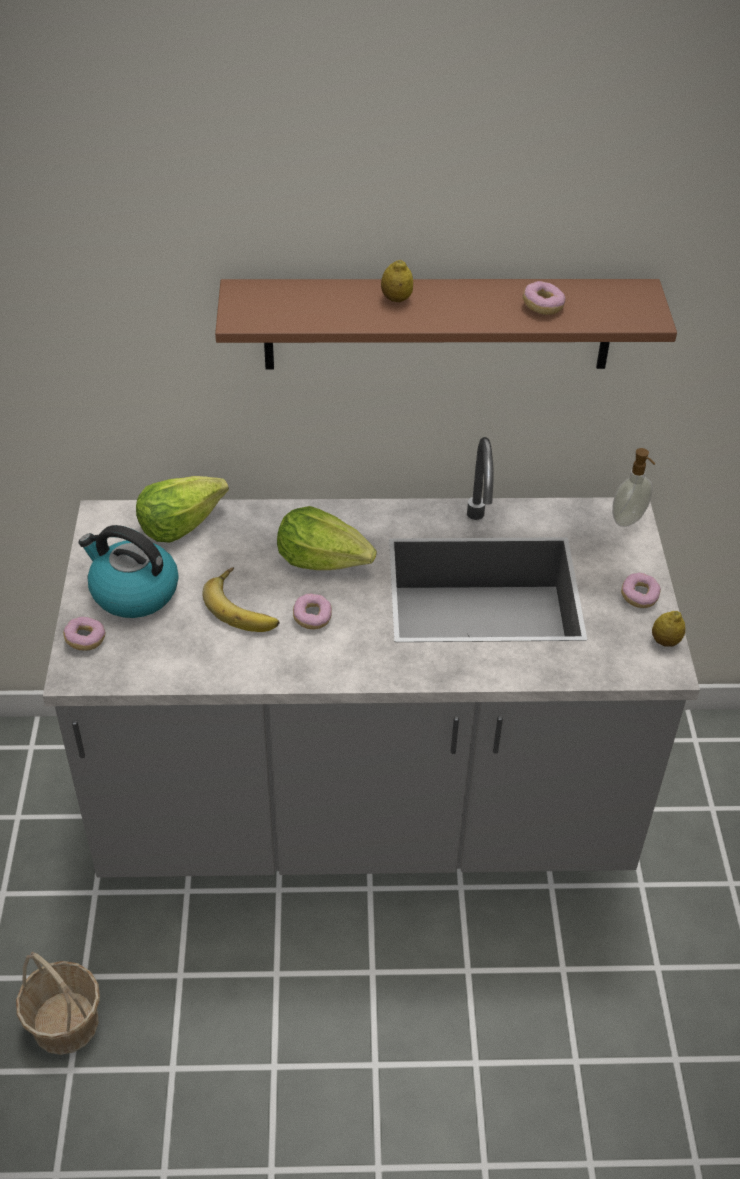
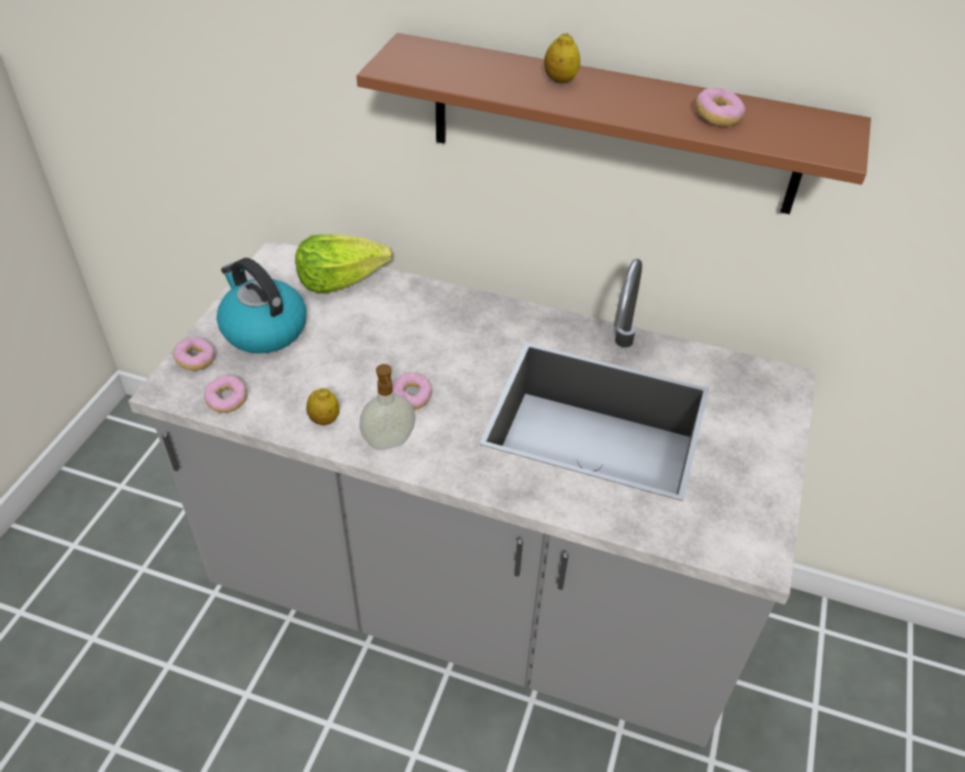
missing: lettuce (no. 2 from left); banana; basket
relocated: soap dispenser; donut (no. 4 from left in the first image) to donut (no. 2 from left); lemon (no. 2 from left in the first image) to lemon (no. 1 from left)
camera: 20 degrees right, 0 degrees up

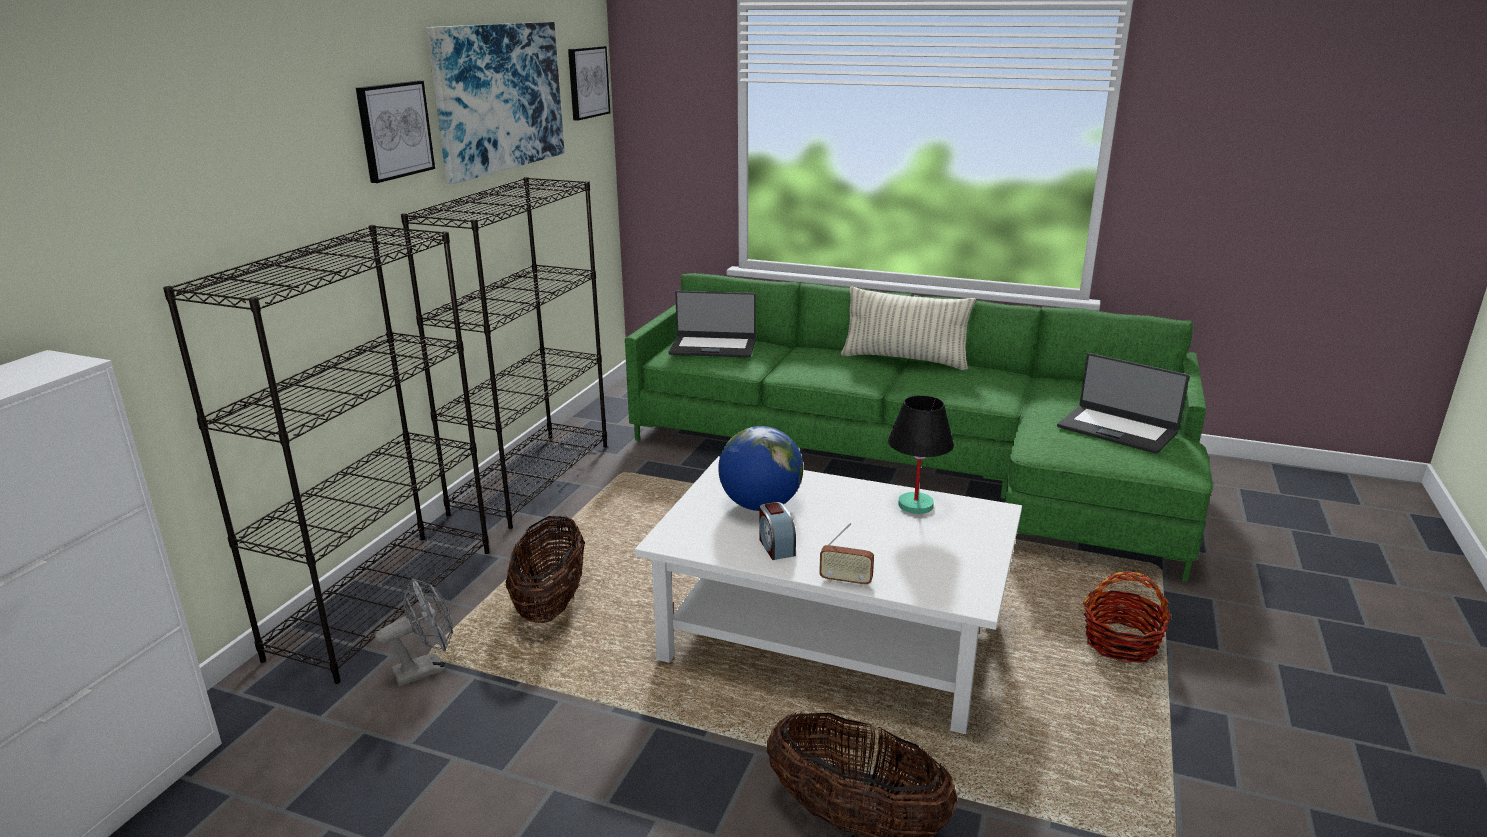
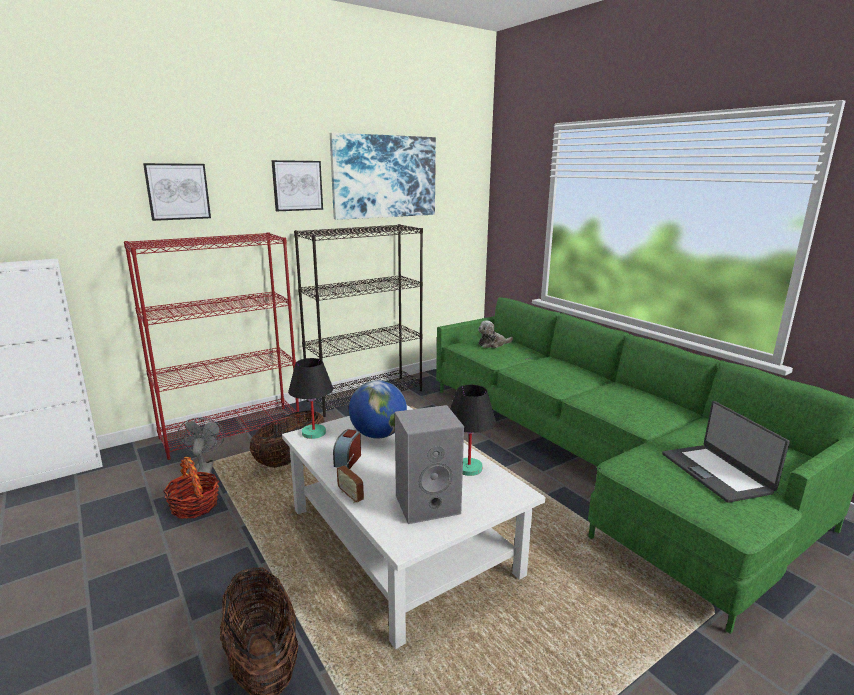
missing: pillow
appeared: table lamp in black (no. 1 from left); speaker in grey
relocated: picture (no. 3 from left in the first image) to picture (no. 1 from left); basket (no. 3 from left in the first image) to basket (no. 1 from left)
exchanged: laptop (no. 1 from left) to plush toy
colour: bookcase in black (no. 1 from left) to bookcase in red
spun: fan in grey 105 degrees counterclockwise
camera: 35 degrees right, 5 degrees down

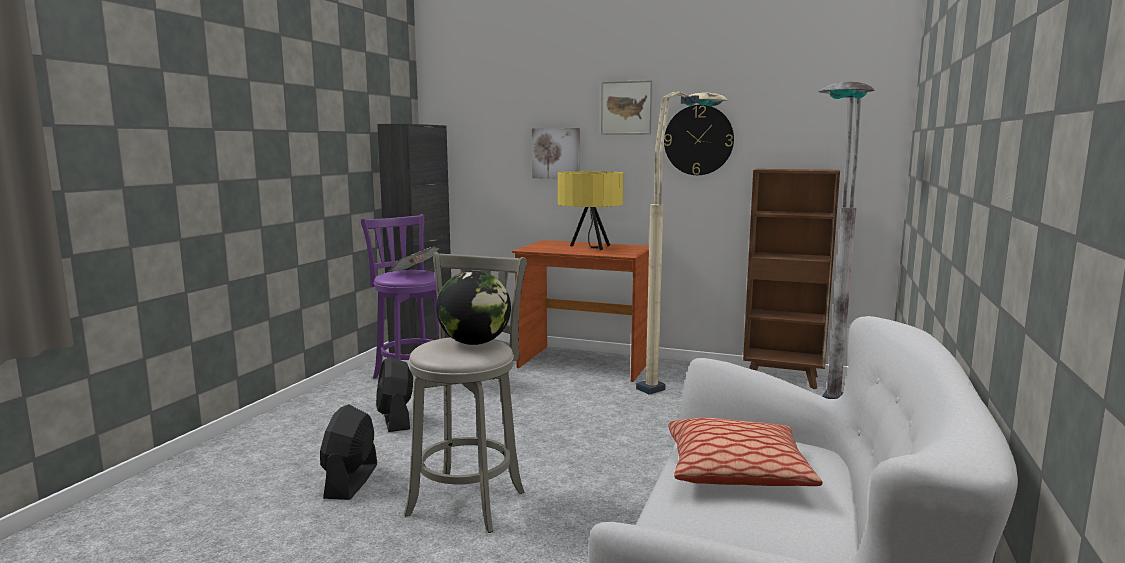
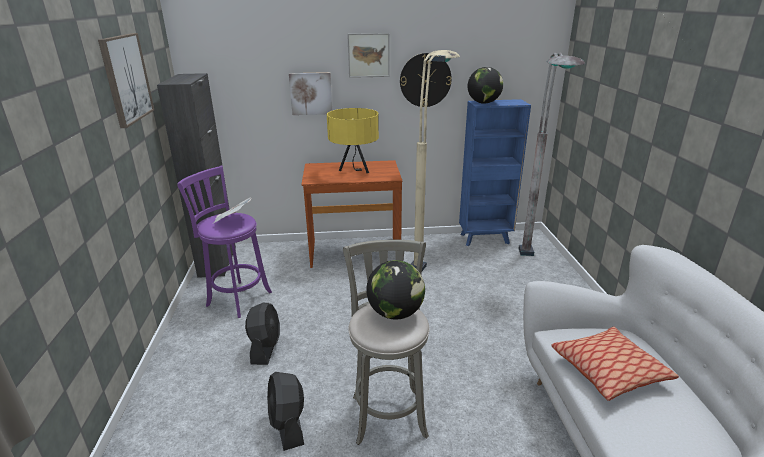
appeared: picture (no. 1 from left); globe (no. 2 from left)
colour: bookcase in brown to bookcase in blue
spun: fan in black (no. 2 from left in the first image) 135 degrees counterclockwise
camera: 25 degrees left, 15 degrees up

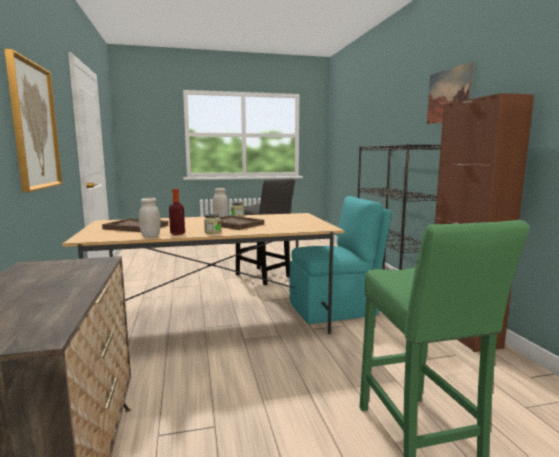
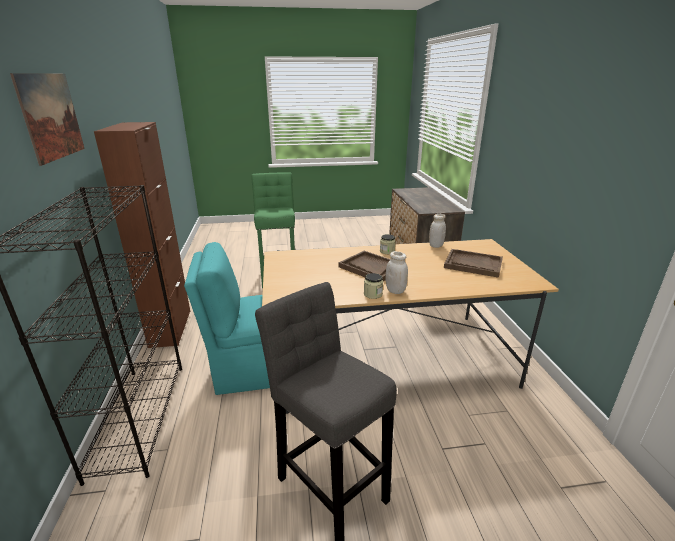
missing: picture (no. 1 from left); bottle
camera: 175 degrees left, 15 degrees up

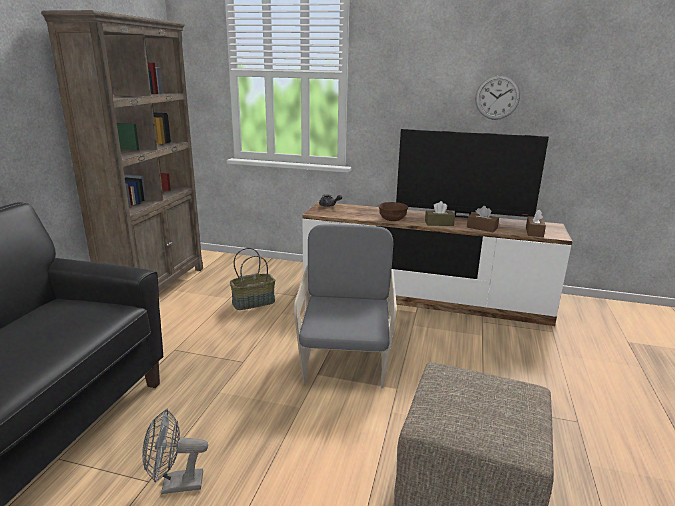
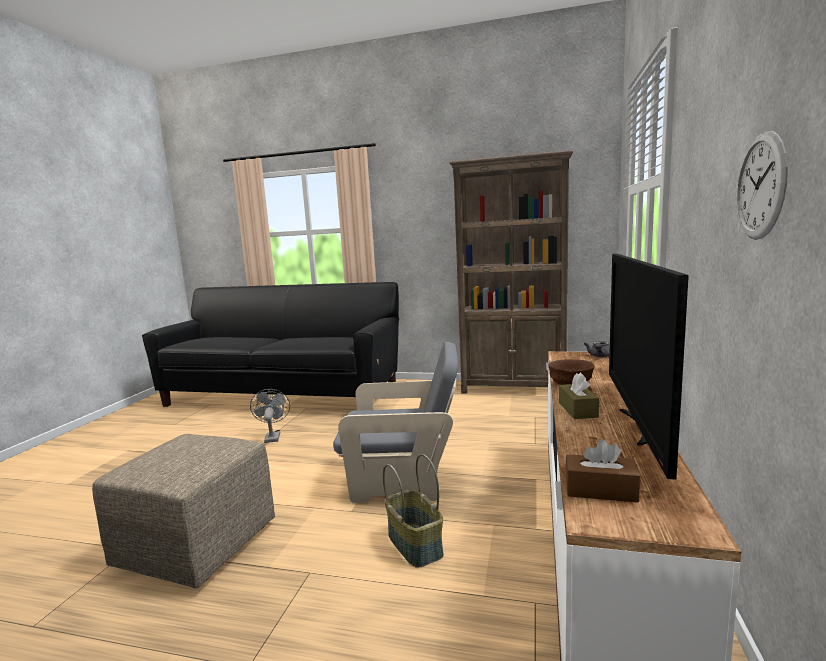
missing: tissue box in brown (no. 2 from left)
relocated: basket
camera: 90 degrees right, 10 degrees down

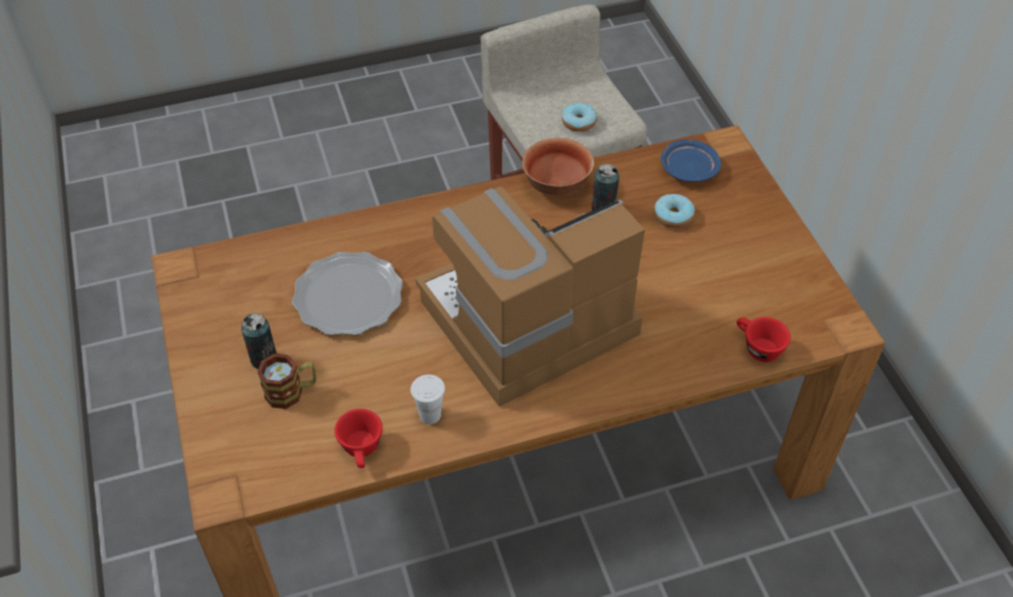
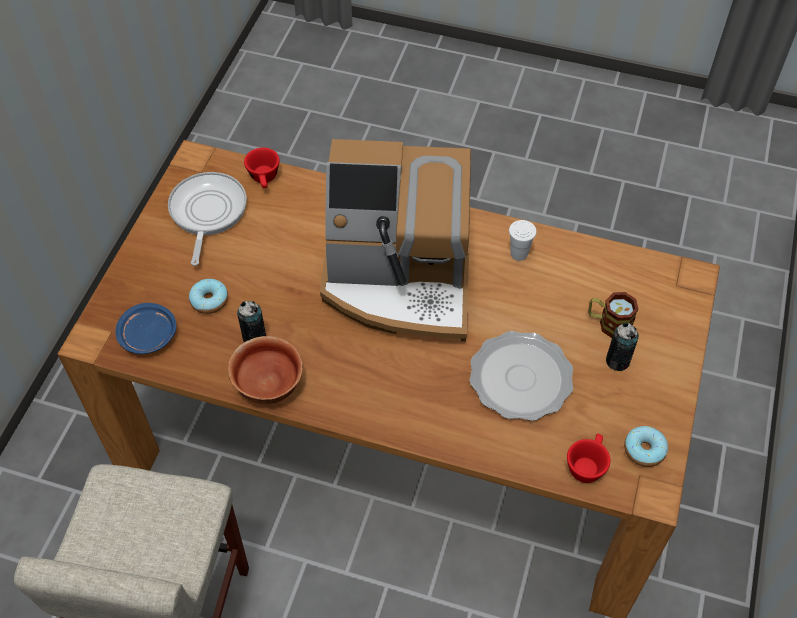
appeared: frying pan
relocated: donut (no. 1 from left in the first image) to donut (no. 2 from left); cup in red (no. 1 from left in the first image) to cup in red (no. 2 from left)
camera: 145 degrees left, 5 degrees up

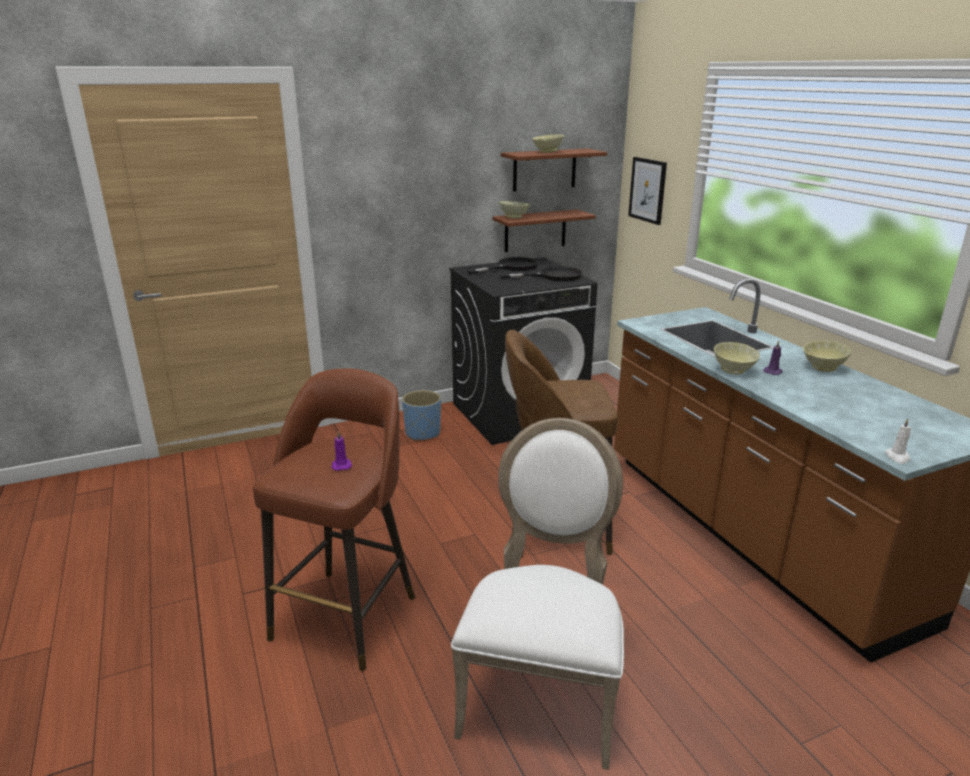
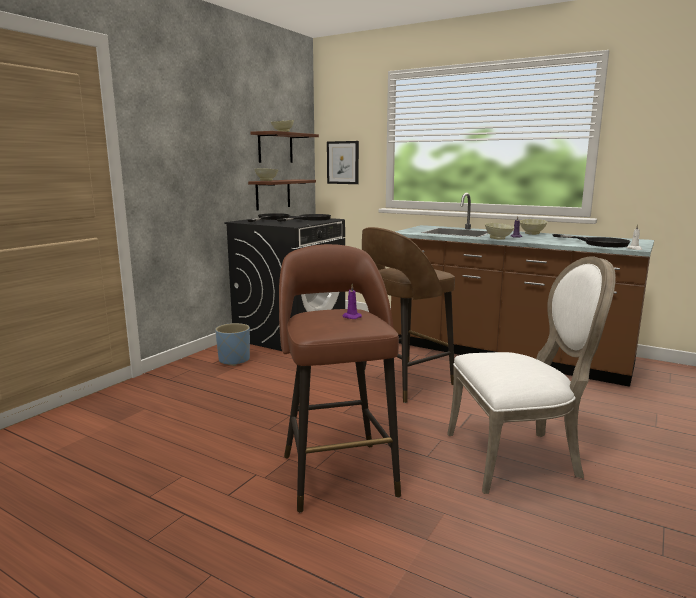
appeared: frying pan in black (no. 3 from left)
spun: chair in white 105 degrees clockwise
camera: 35 degrees left, 10 degrees down

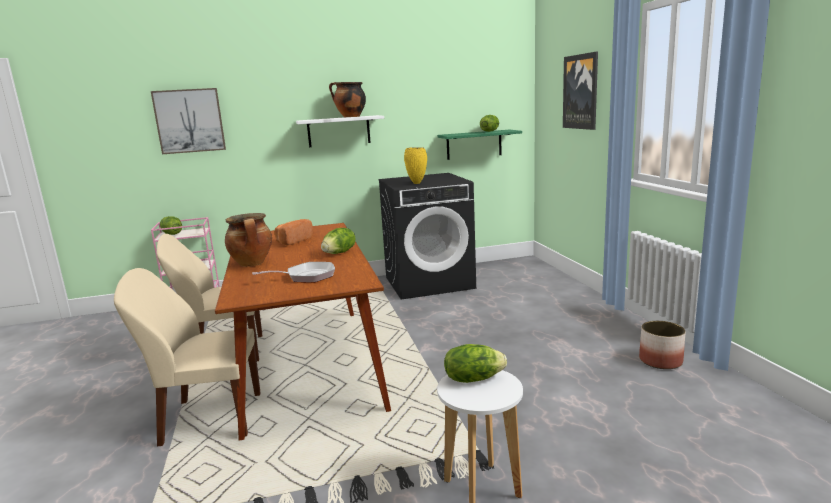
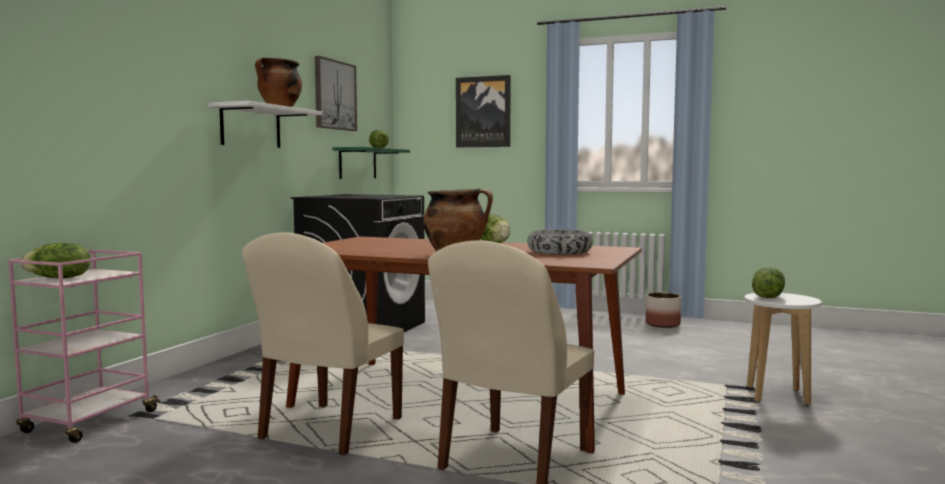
missing: vase in yellow; bread
relocated: picture (no. 1 from left)
exchanged: frying pan to bowl
camera: 55 degrees left, 10 degrees down

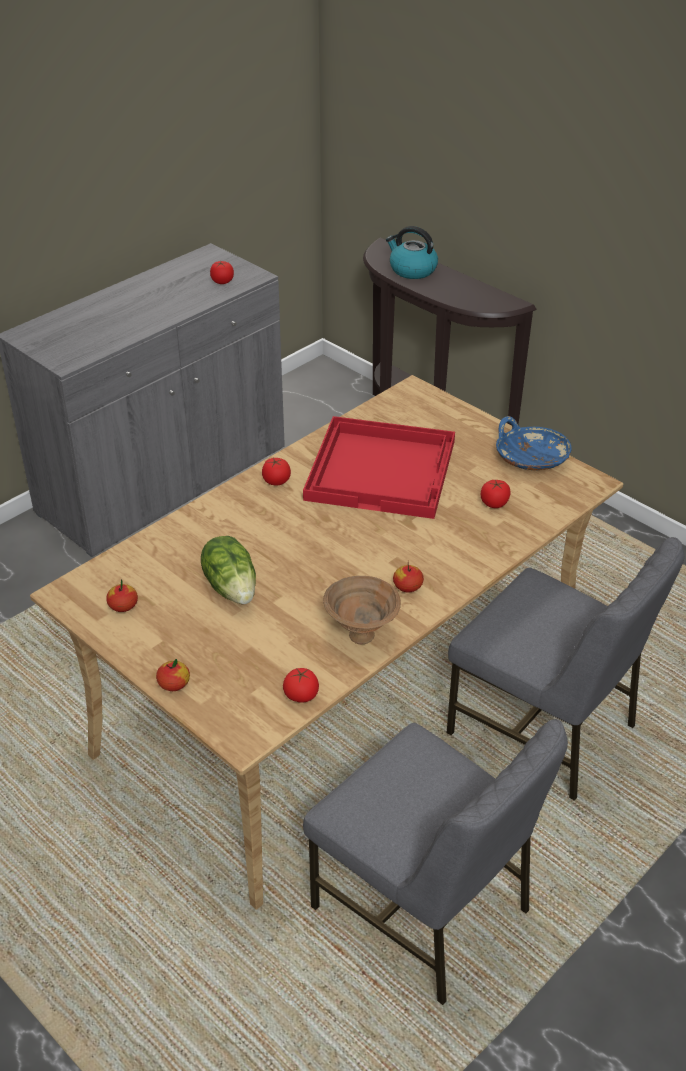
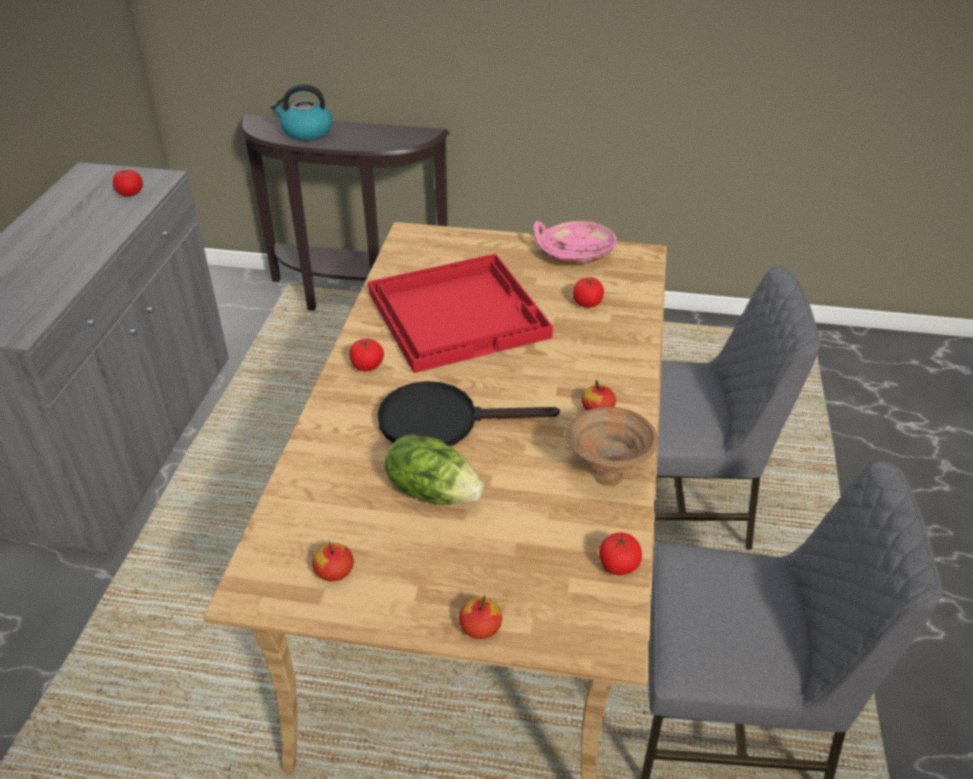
appeared: frying pan in black
colour: bowl in blue to bowl in pink
camera: 35 degrees left, 0 degrees up

